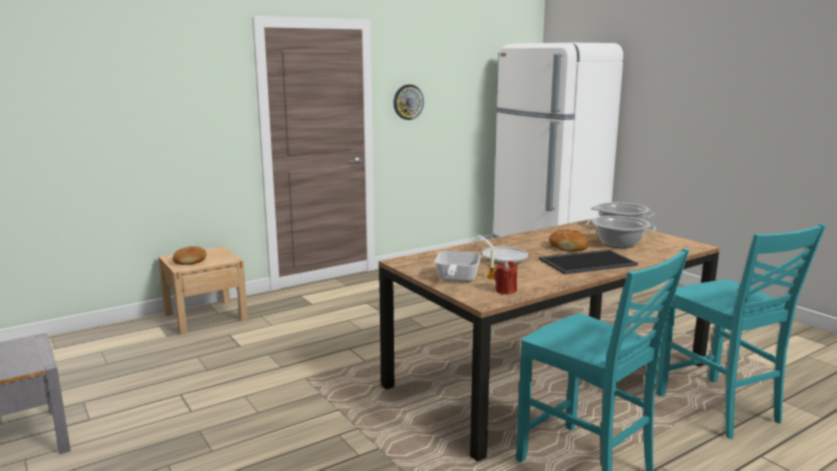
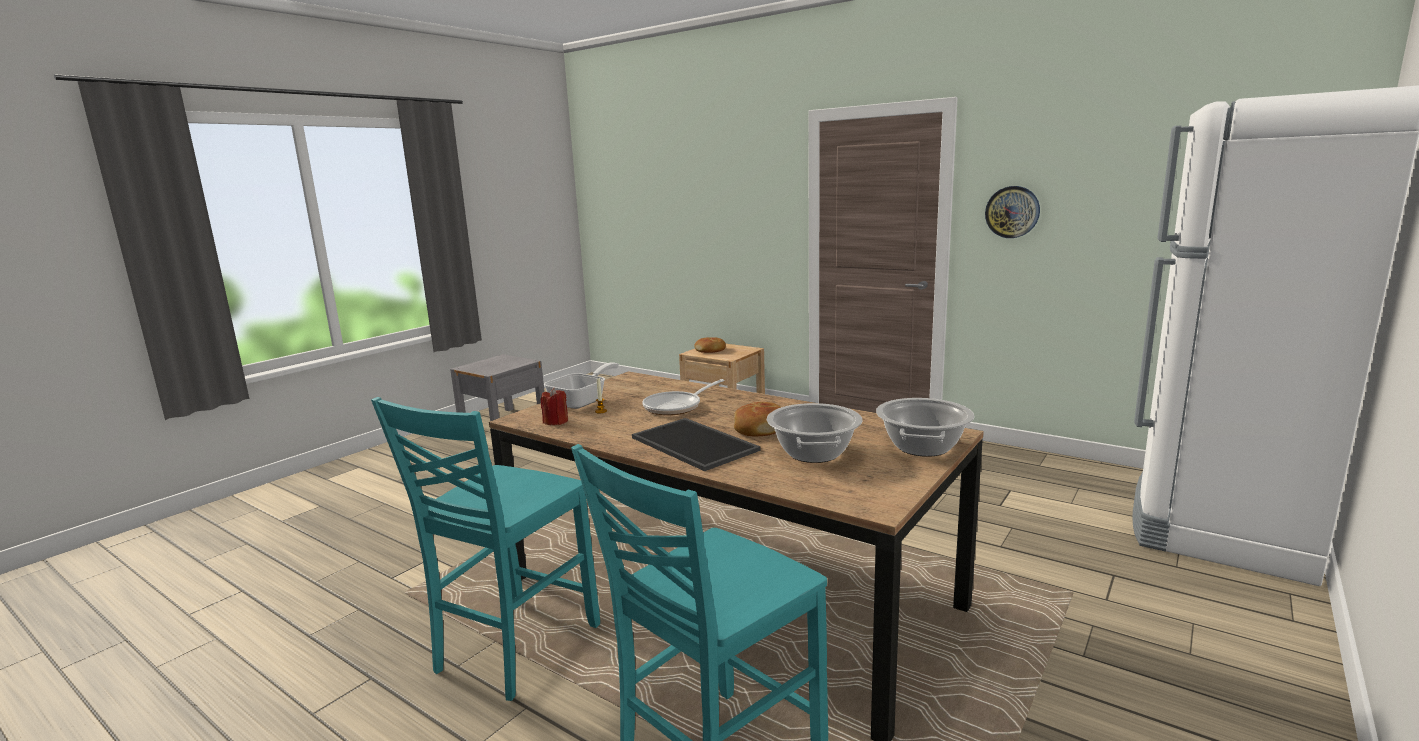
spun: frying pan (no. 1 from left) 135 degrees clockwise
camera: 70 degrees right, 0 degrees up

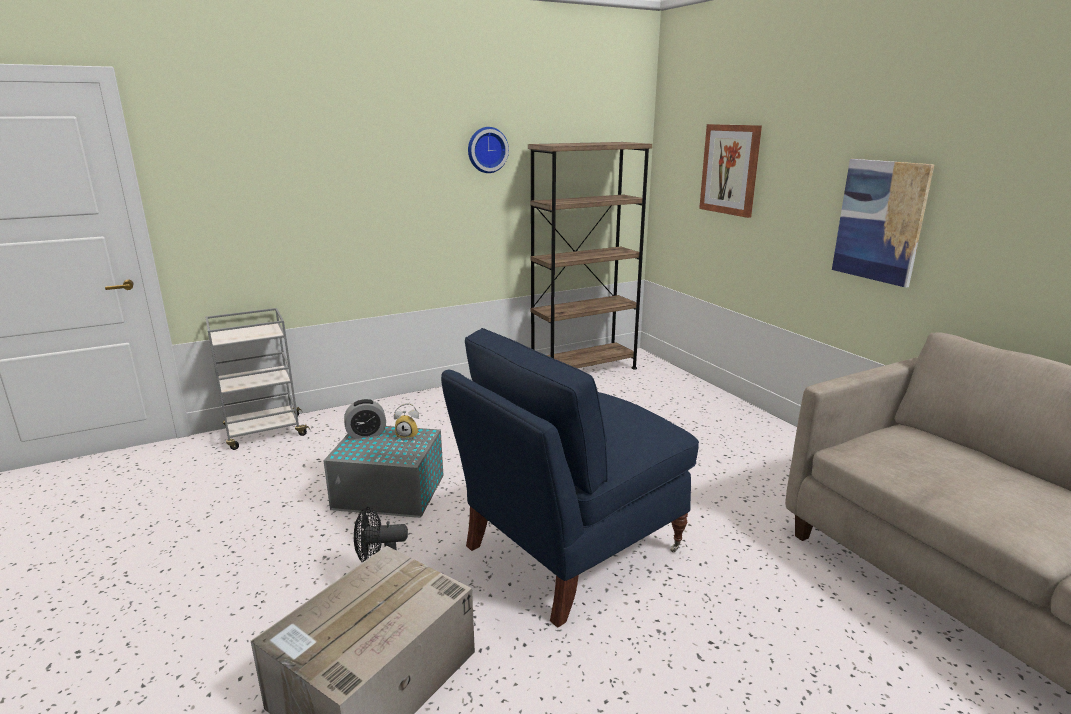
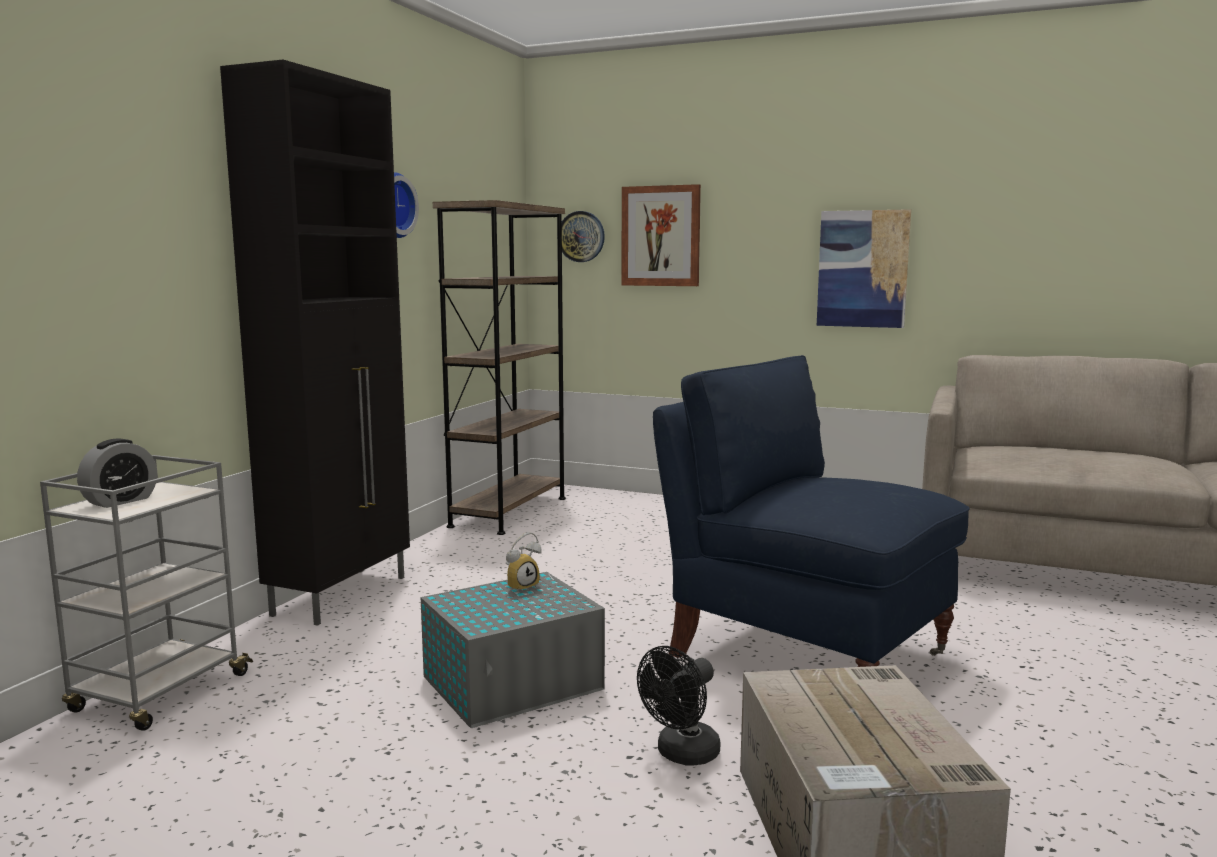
appeared: cabinet in black; wall clock (no. 2 from left)
relocated: alarm clock (no. 1 from left)
spun: armchair in blue 120 degrees clockwise
camera: 40 degrees left, 10 degrees down

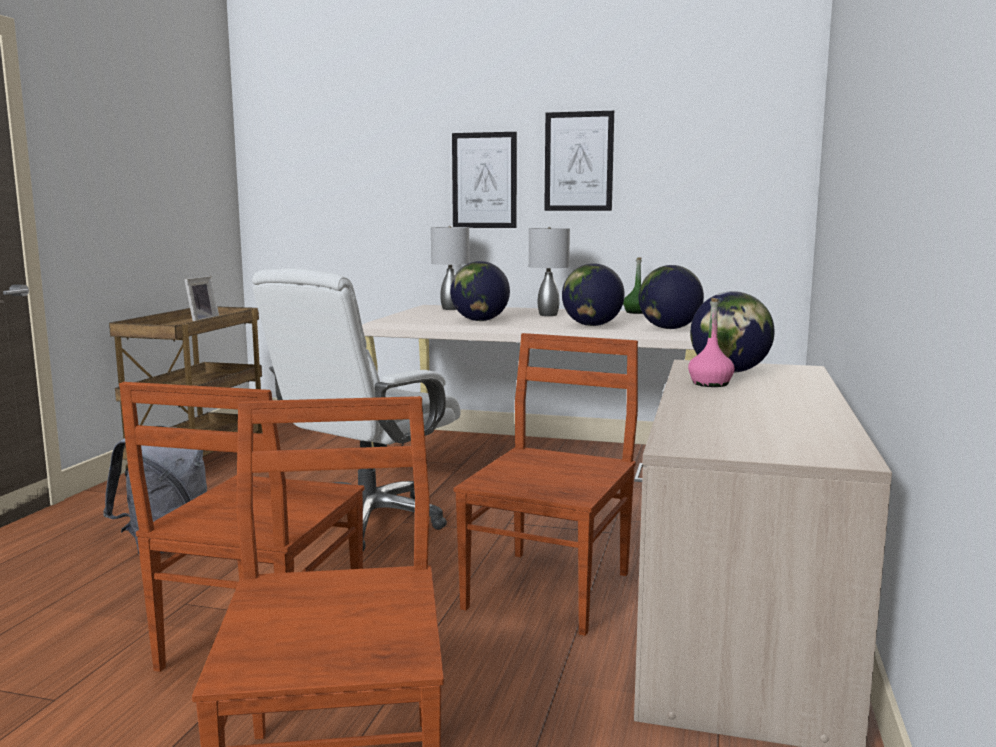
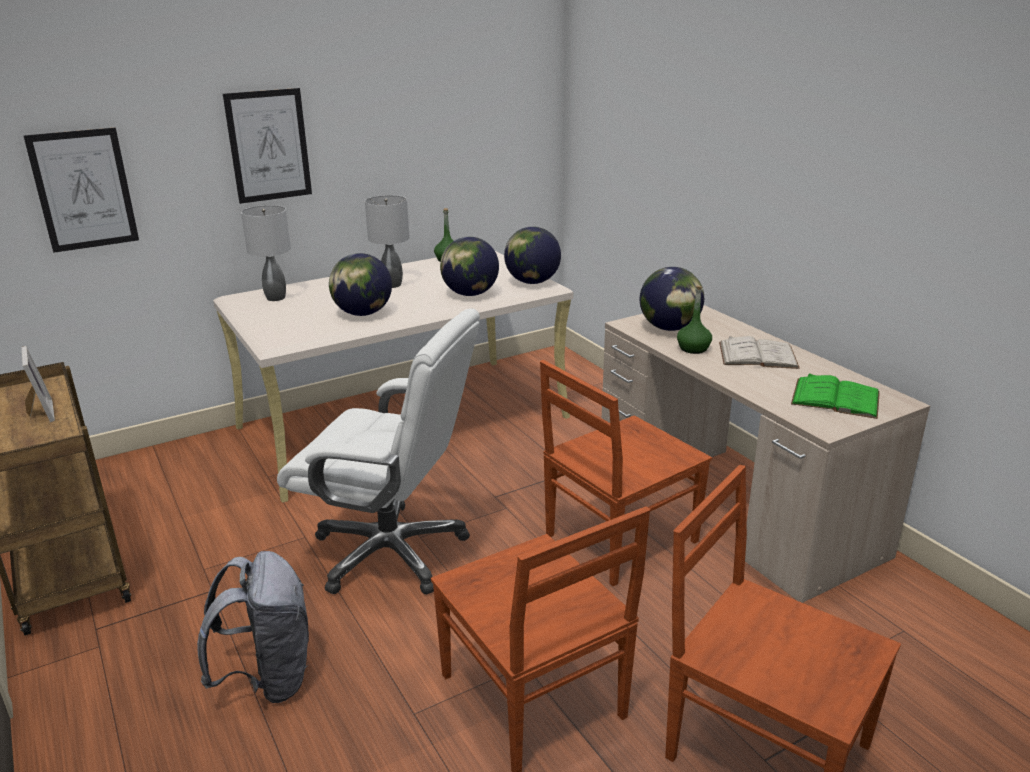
appeared: book in white; book in green
relocated: picture (no. 2 from left in the first image) to picture (no. 1 from left)
colour: bottle in pink to bottle in green (no. 2 from left)
spun: office chair in white 60 degrees counterclockwise; chair in brown (no. 3 from left in the first image) 105 degrees counterclockwise
camera: 45 degrees left, 15 degrees up

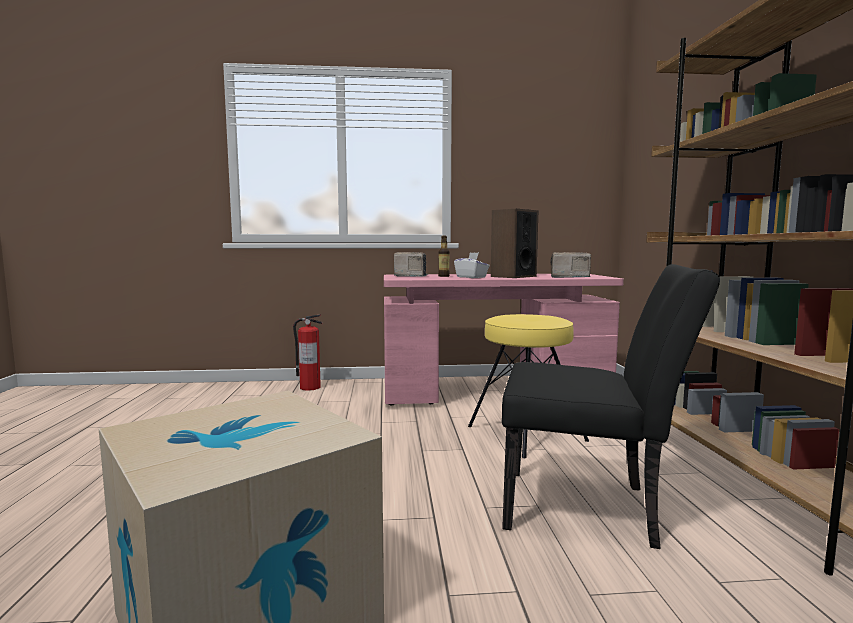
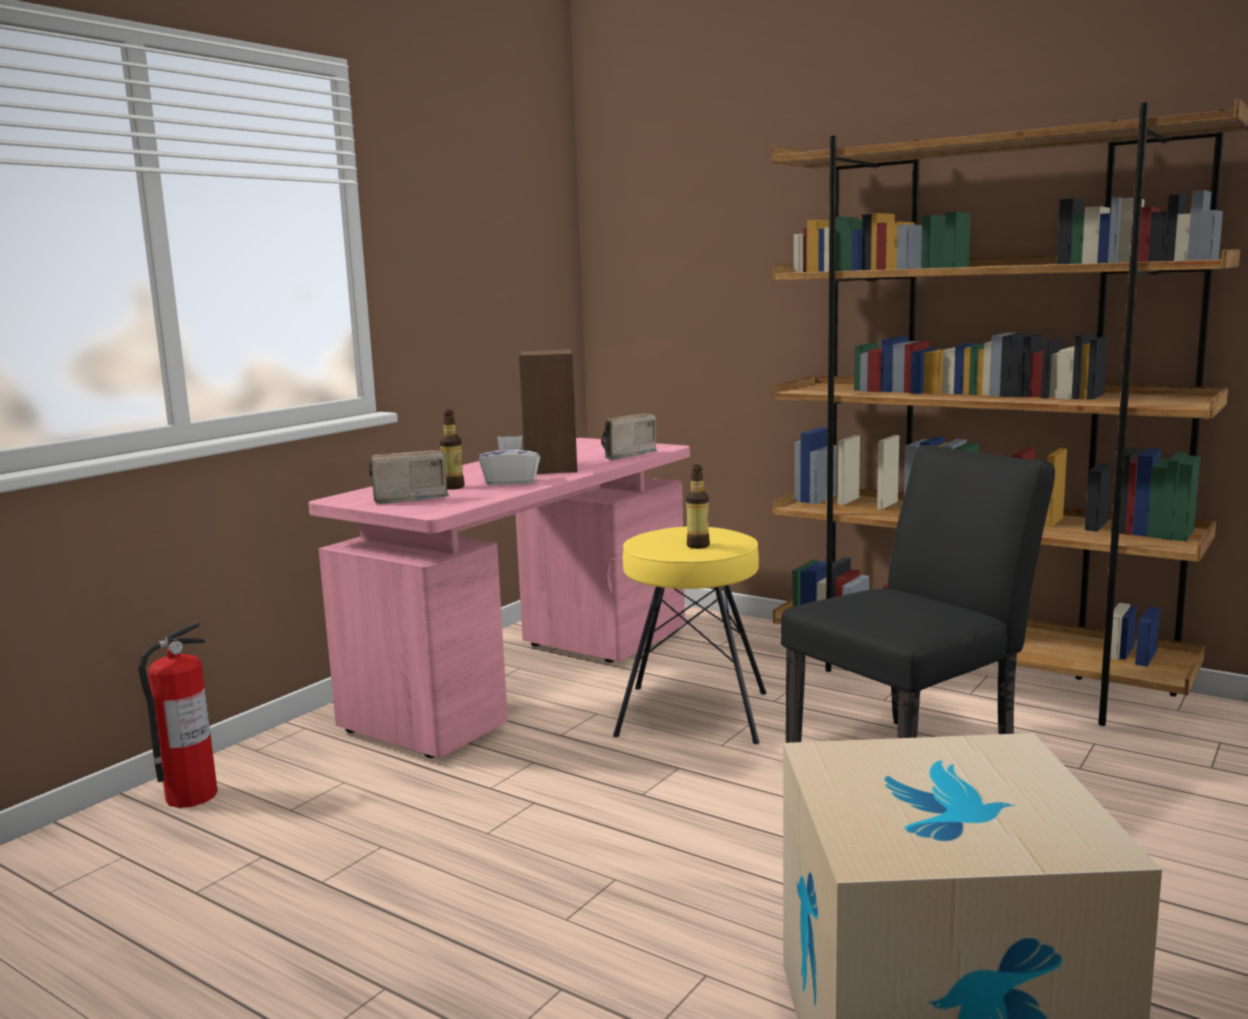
appeared: bottle (no. 2 from left)
camera: 50 degrees left, 5 degrees up

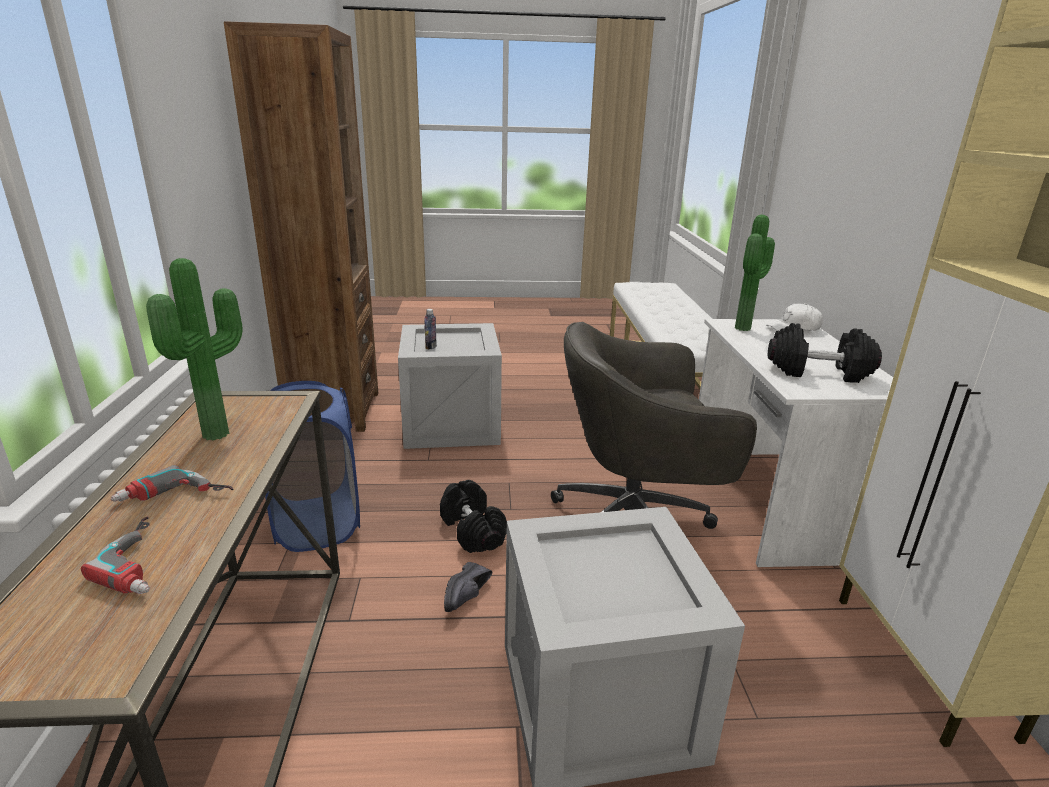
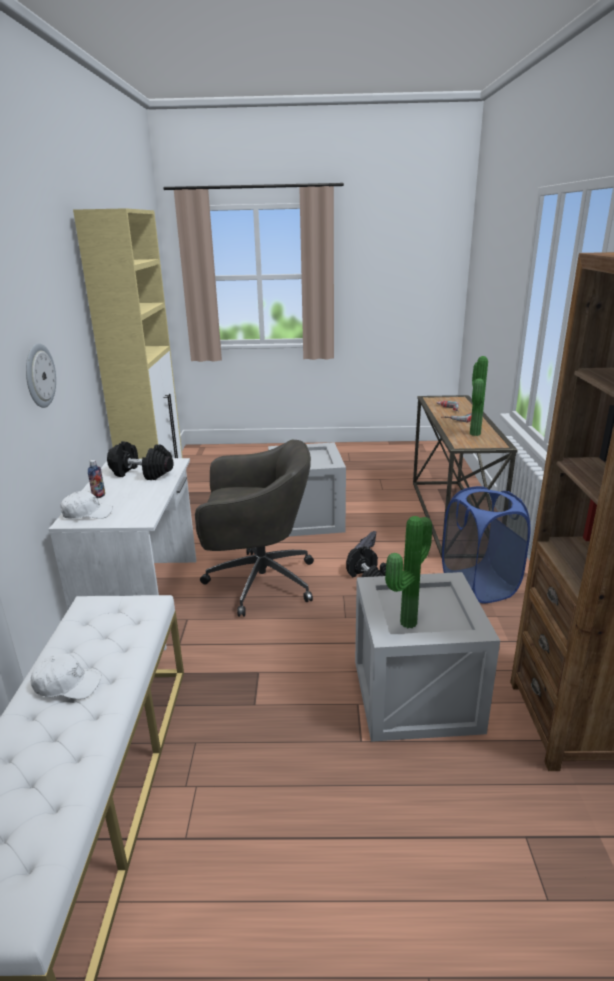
appeared: wall clock; cap in white (no. 1 from left)
relocated: potted plant (no. 2 from left in the first image) to potted plant (no. 1 from left); bottle
camera: 175 degrees left, 0 degrees up

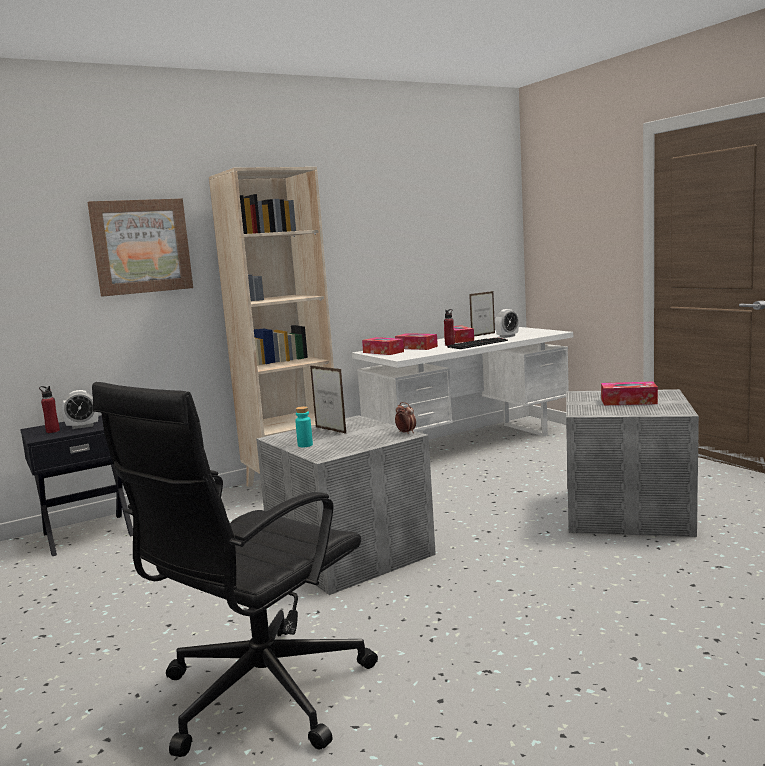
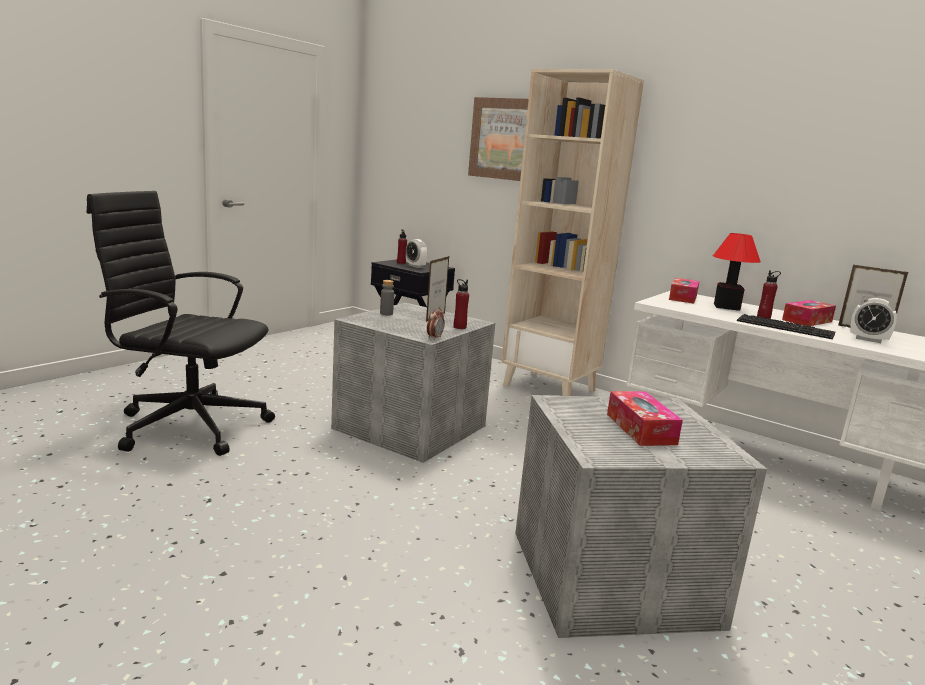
appeared: bottle in red (no. 2 from left)
exchanged: tissue box (no. 2 from left) to table lamp
colour: bottle in turquoise to bottle in grey
camera: 65 degrees right, 5 degrees up

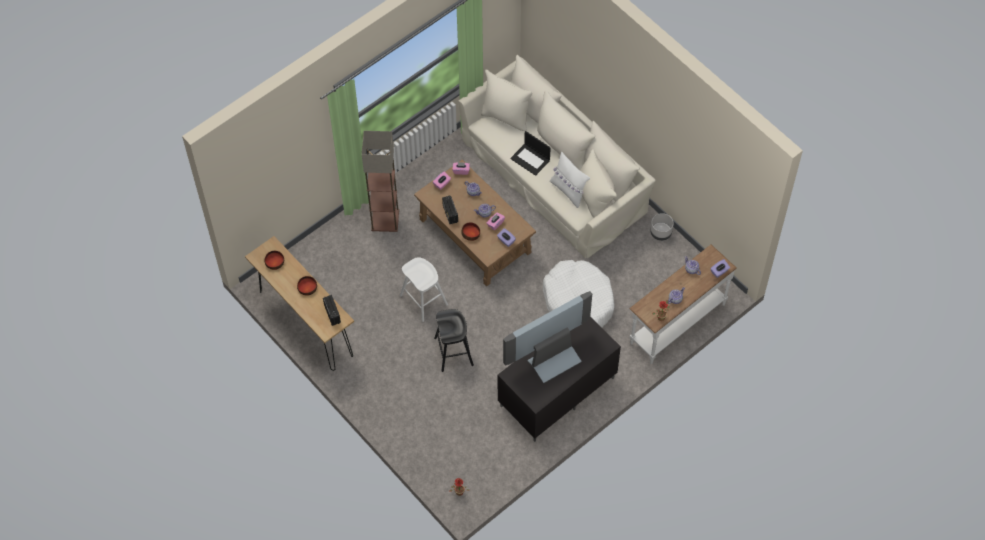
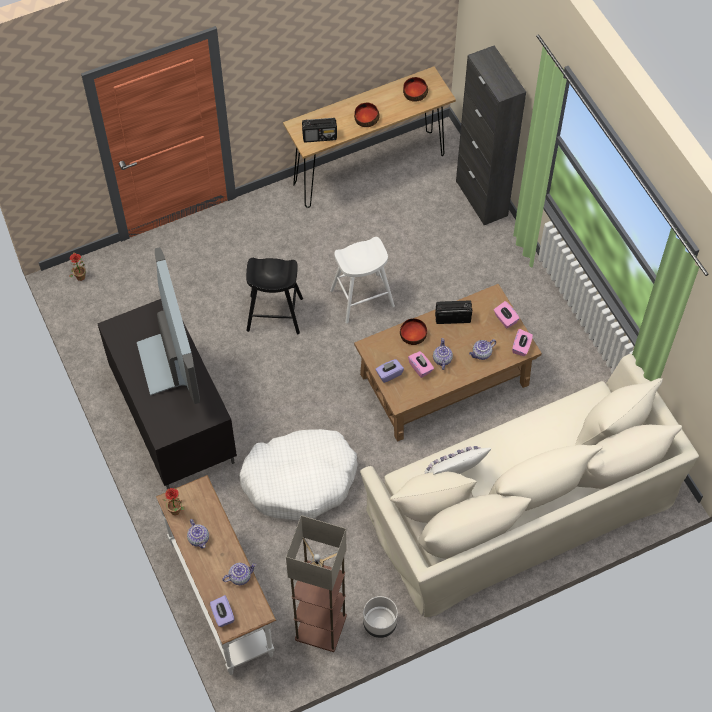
missing: laptop
appeared: cabinet in black
relocated: floor lamp
camera: 105 degrees right, 0 degrees up

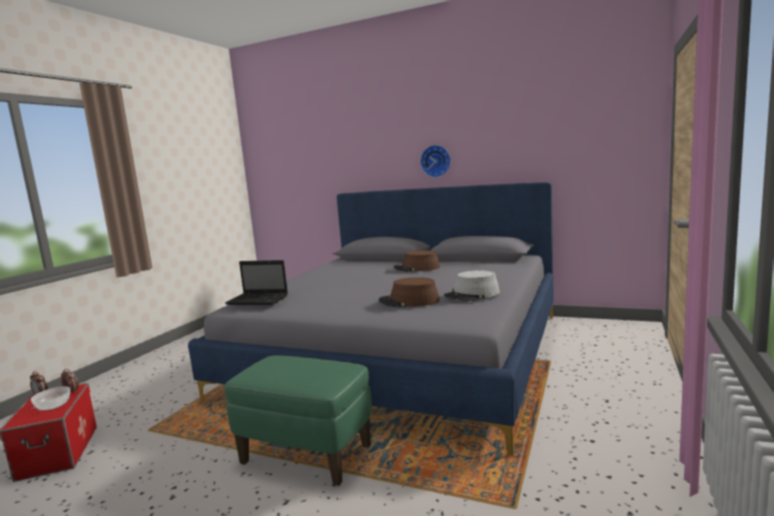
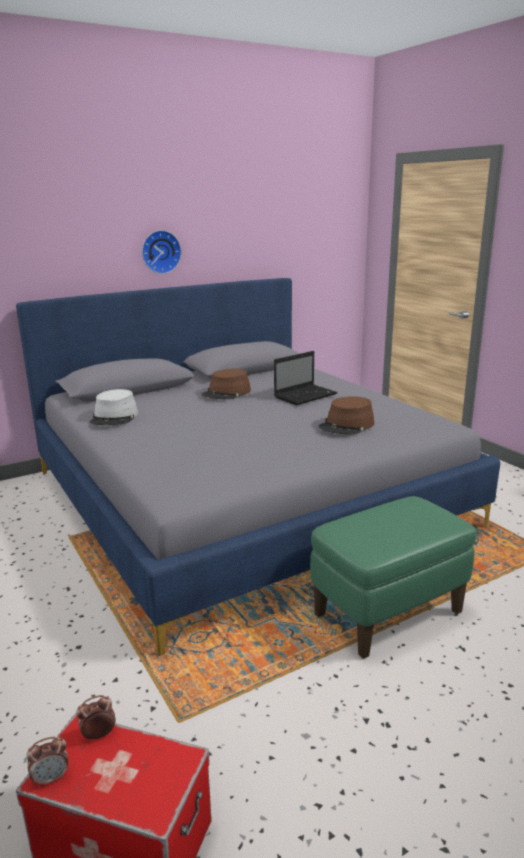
missing: bowl
relocated: laptop; hat in grey
camera: 55 degrees left, 10 degrees up

